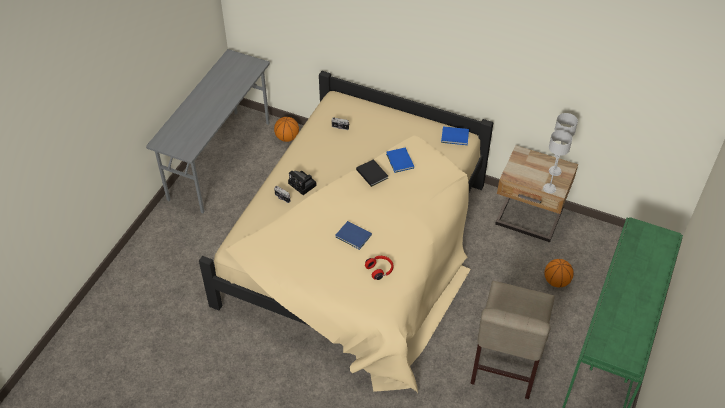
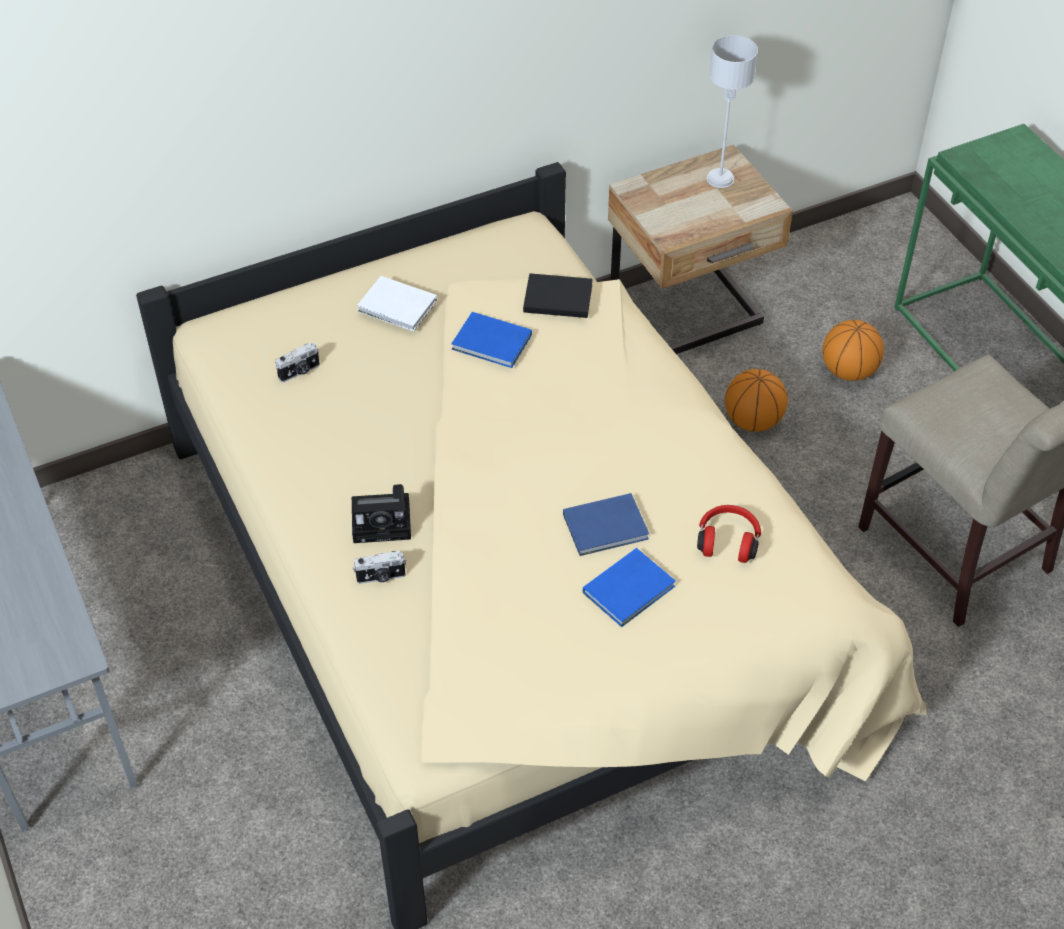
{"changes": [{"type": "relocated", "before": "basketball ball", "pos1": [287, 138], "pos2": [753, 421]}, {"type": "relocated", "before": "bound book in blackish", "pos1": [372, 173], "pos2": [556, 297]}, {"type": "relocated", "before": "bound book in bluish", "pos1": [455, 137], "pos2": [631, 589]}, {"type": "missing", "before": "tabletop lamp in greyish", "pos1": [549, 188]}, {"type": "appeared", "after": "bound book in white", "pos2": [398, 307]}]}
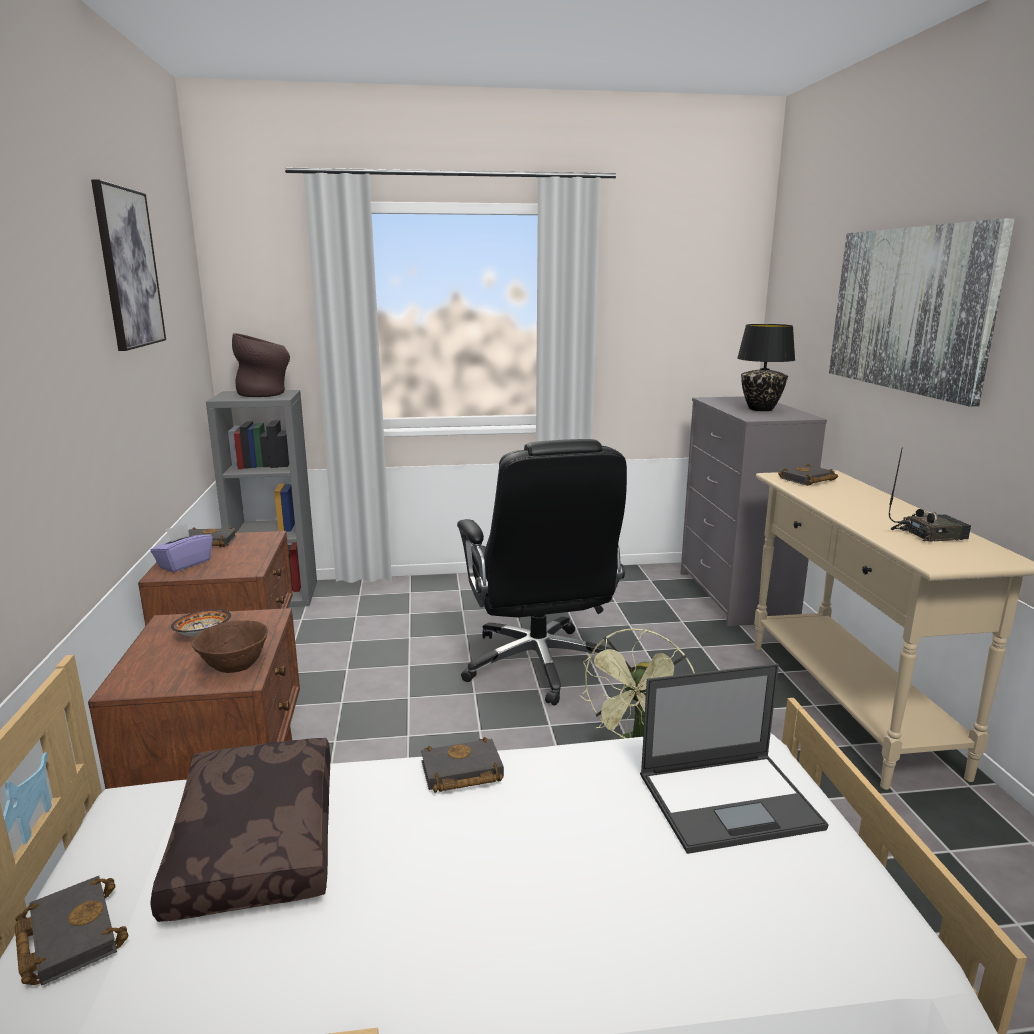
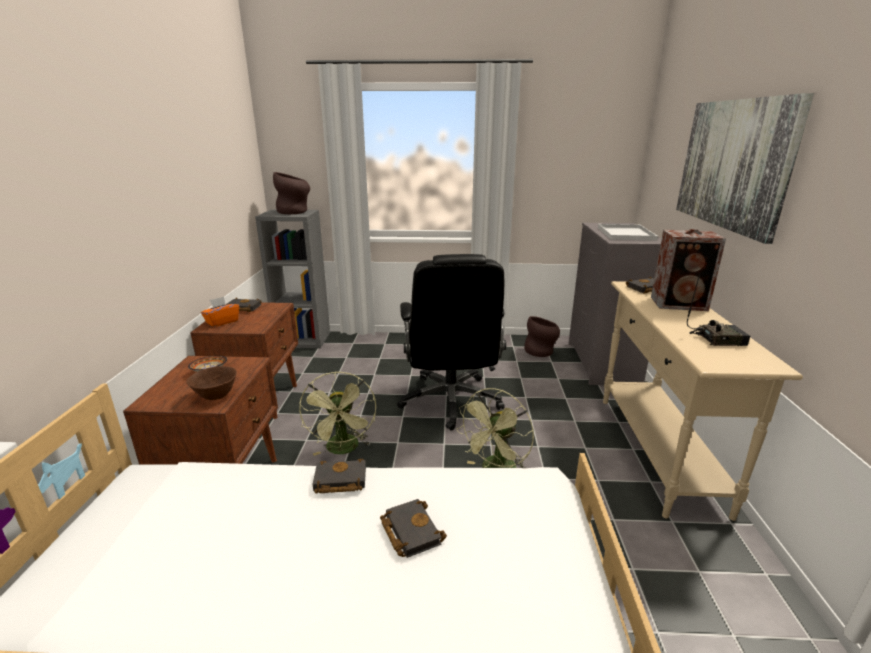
{"changes": [{"type": "relocated", "before": "bound book in blackish", "pos1": [67, 936], "pos2": [409, 531]}, {"type": "missing", "before": "picture", "pos1": [128, 268]}, {"type": "colour", "before": "tissue holder in purple-coloured", "after": "tissue holder in orangey", "pos1": [184, 564], "pos2": [222, 322]}, {"type": "missing", "before": "cushion in brownish", "pos1": [253, 841]}, {"type": "missing", "before": "laptop", "pos1": [730, 800]}, {"type": "exchanged", "before": "tabletop lamp in blackish", "after": "carrying tray in white", "pos1": [761, 409], "pos2": [626, 234]}, {"type": "appeared", "after": "cooling fan in green-coloured", "pos2": [344, 449]}, {"type": "appeared", "after": "decorative vase in brownish", "pos2": [541, 351]}, {"type": "appeared", "after": "loudspeaker", "pos2": [680, 304]}]}
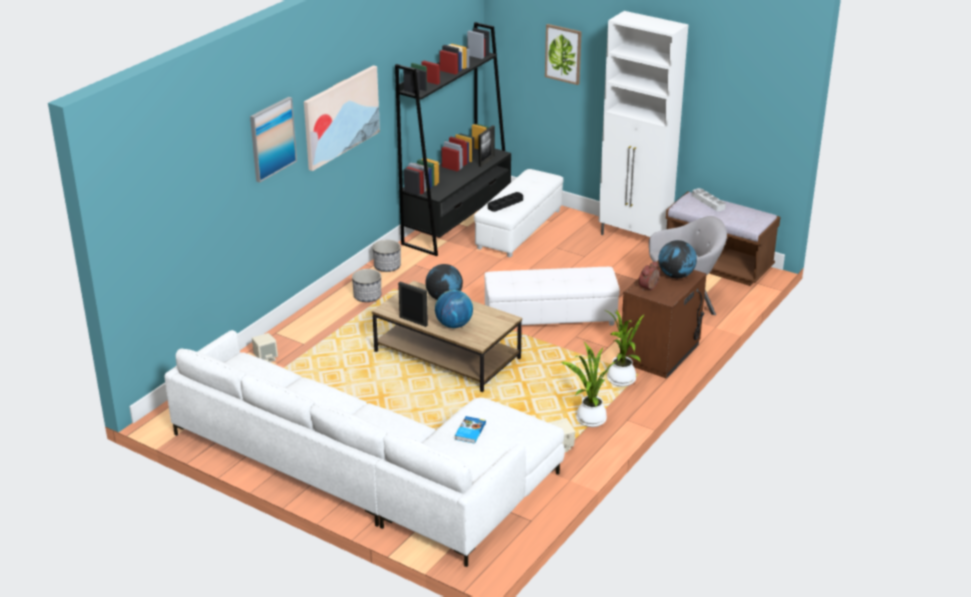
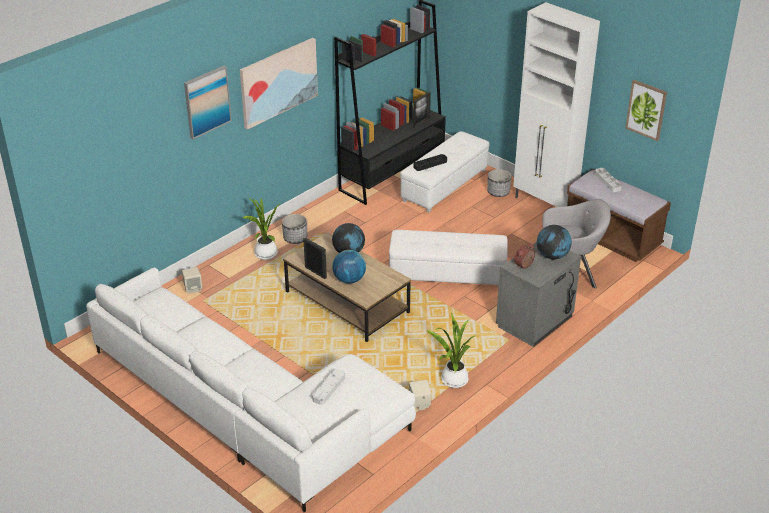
{"changes": [{"type": "relocated", "before": "plant pot", "pos1": [387, 267], "pos2": [498, 192]}, {"type": "exchanged", "before": "bound book", "after": "carrying tray in greyish", "pos1": [469, 431], "pos2": [329, 388]}, {"type": "relocated", "before": "picture", "pos1": [563, 54], "pos2": [646, 110]}, {"type": "relocated", "before": "houseplant", "pos1": [621, 381], "pos2": [265, 255]}, {"type": "colour", "before": "nightstand in brownish", "after": "nightstand in greyish", "pos1": [661, 354], "pos2": [535, 322]}]}
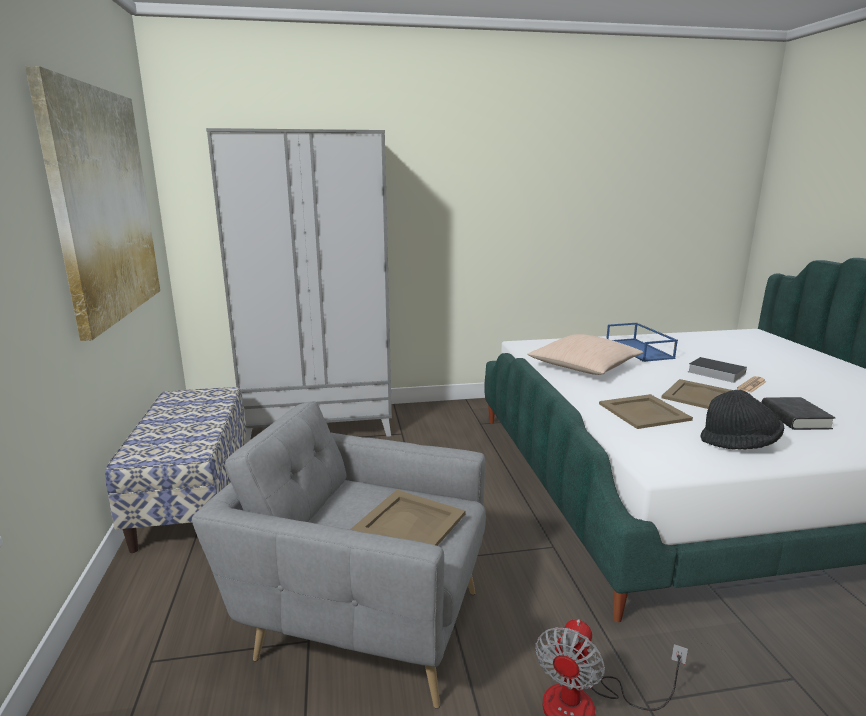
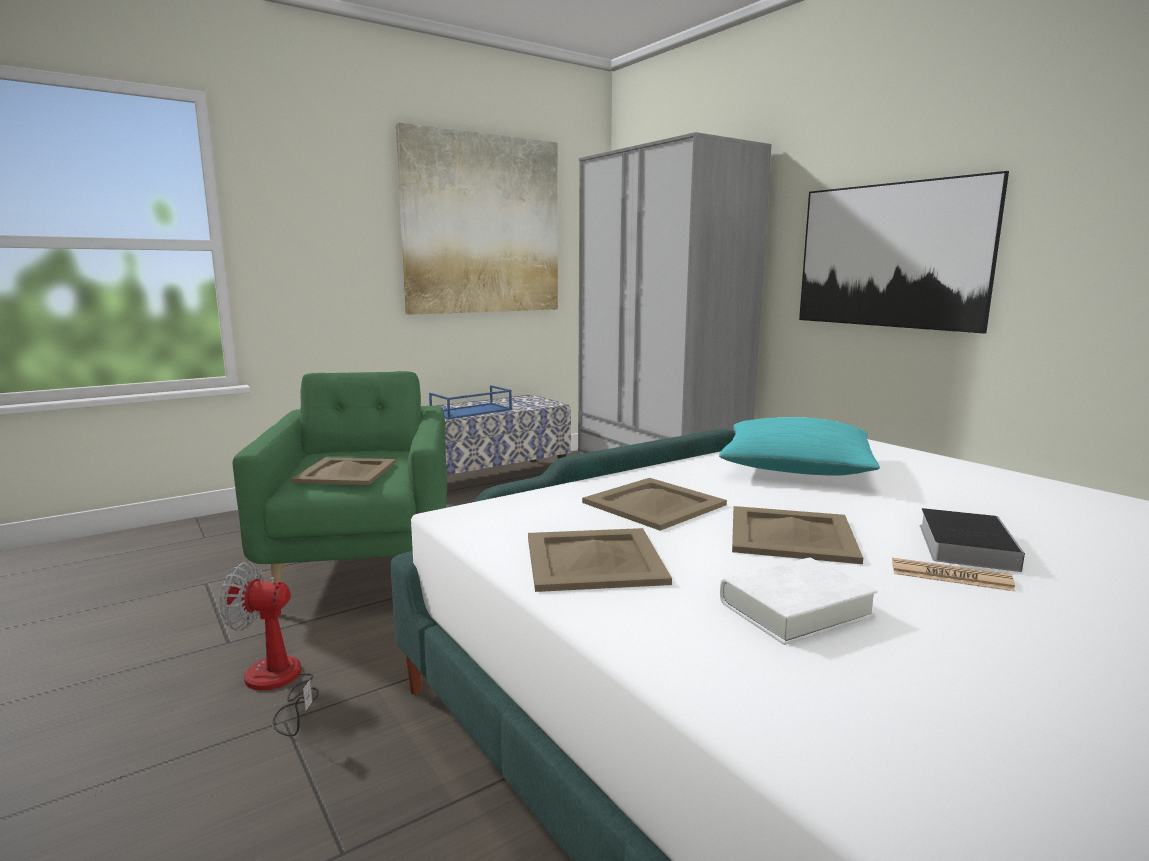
{"changes": [{"type": "colour", "before": "lounge chair in greyish", "after": "lounge chair in green-coloured", "pos1": [362, 620], "pos2": [365, 566]}, {"type": "colour", "before": "cushion in beige-coloured", "after": "cushion in blue-green", "pos1": [583, 367], "pos2": [795, 467]}, {"type": "relocated", "before": "carrying tray in bluish", "pos1": [640, 350], "pos2": [471, 411]}, {"type": "exchanged", "before": "clothing hat in blackish", "after": "carrying tray in beige-coloured", "pos1": [739, 444], "pos2": [595, 559]}, {"type": "colour", "before": "bound book in blackish", "after": "bound book in white", "pos1": [794, 418], "pos2": [795, 609]}, {"type": "appeared", "after": "picture", "pos2": [890, 255]}]}
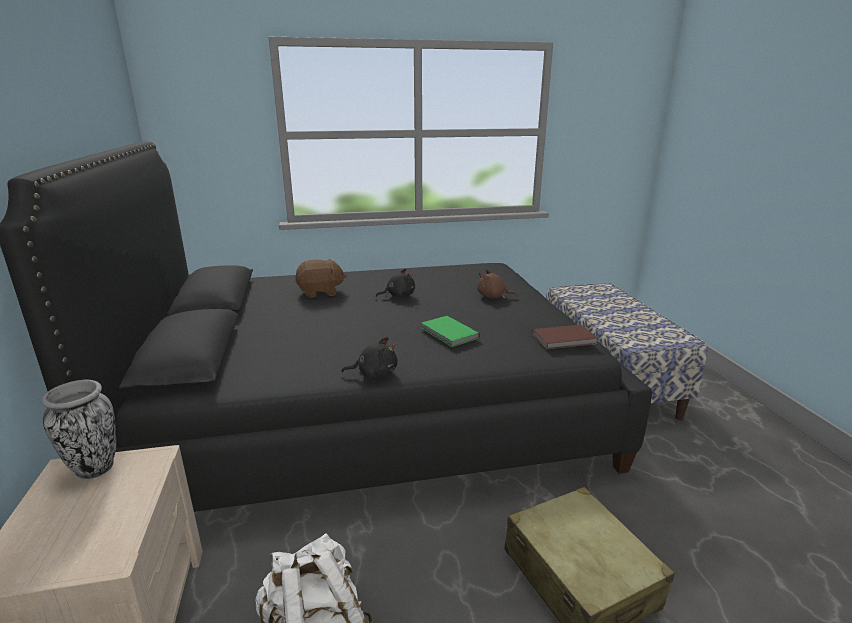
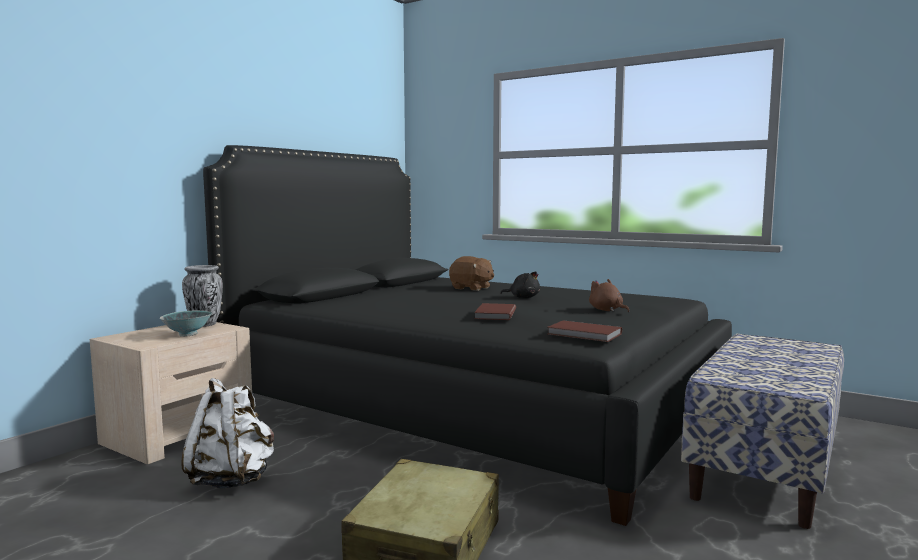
{"changes": [{"type": "missing", "before": "cuddly toy in blackish", "pos1": [374, 373]}, {"type": "colour", "before": "bound book in green-coloured", "after": "bound book in brownish", "pos1": [449, 333], "pos2": [494, 314]}, {"type": "appeared", "after": "deep dish", "pos2": [188, 334]}]}
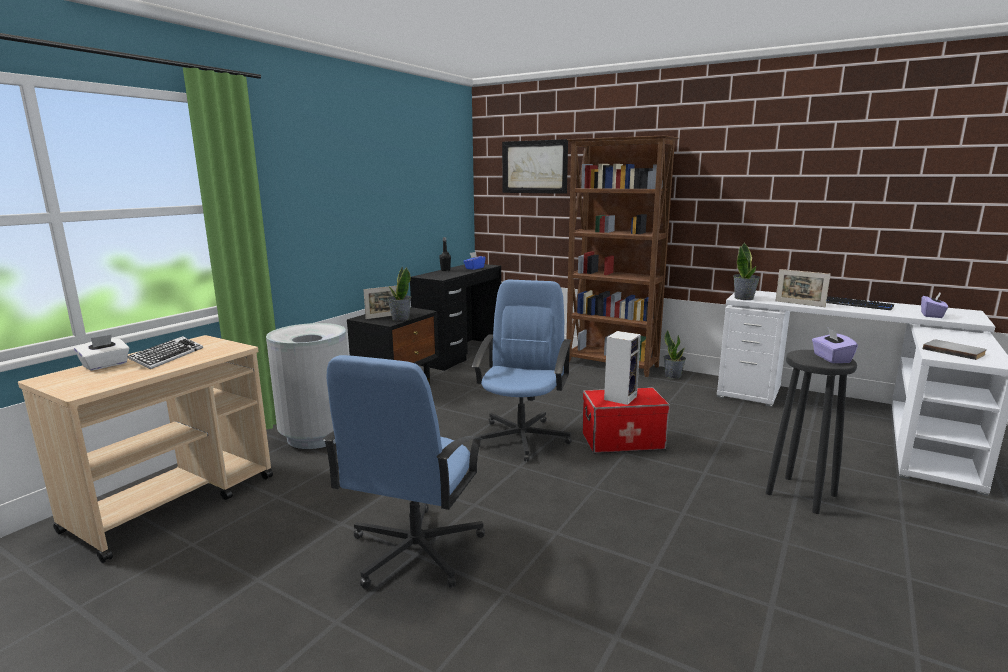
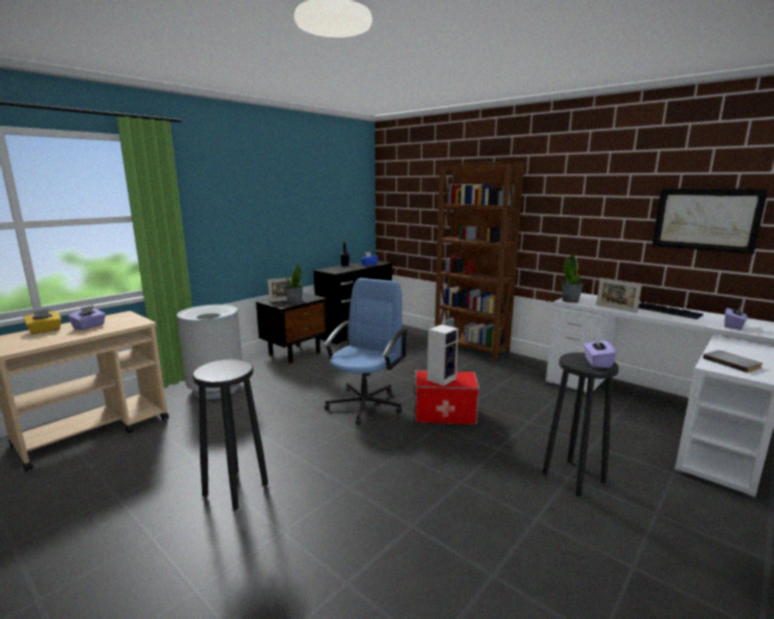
{"changes": [{"type": "colour", "before": "tissue holder in white", "after": "tissue holder in yellowish", "pos1": [106, 365], "pos2": [45, 330]}, {"type": "exchanged", "before": "computer keyboard", "after": "tissue holder in purple-coloured", "pos1": [167, 357], "pos2": [89, 326]}, {"type": "exchanged", "before": "desk chair in bluish", "after": "stool in blackish", "pos1": [414, 551], "pos2": [235, 489]}, {"type": "relocated", "before": "picture", "pos1": [534, 167], "pos2": [705, 219]}, {"type": "missing", "before": "houseplant", "pos1": [673, 376]}]}
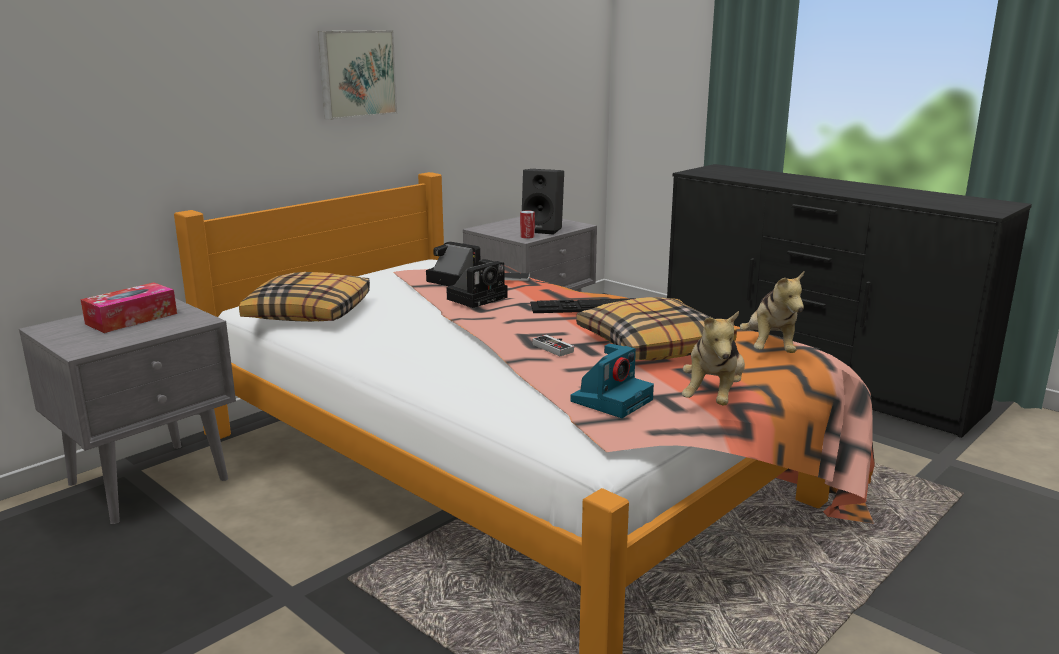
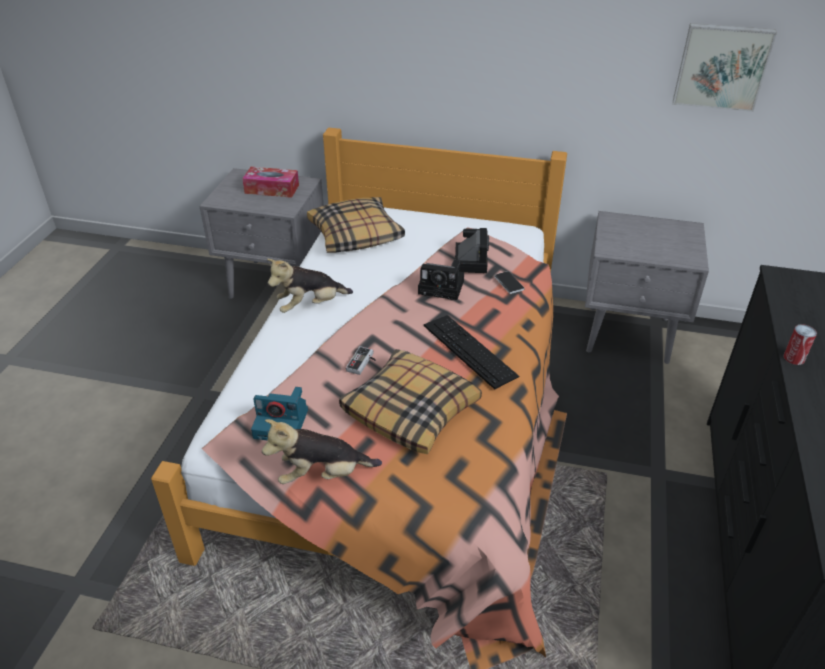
{"changes": [{"type": "relocated", "before": "picture", "pos1": [356, 73], "pos2": [721, 66]}, {"type": "relocated", "before": "metal can", "pos1": [527, 236], "pos2": [794, 358]}, {"type": "missing", "before": "loudspeaker in blackish", "pos1": [544, 229]}, {"type": "relocated", "before": "cuddly toy", "pos1": [769, 349], "pos2": [310, 305]}]}
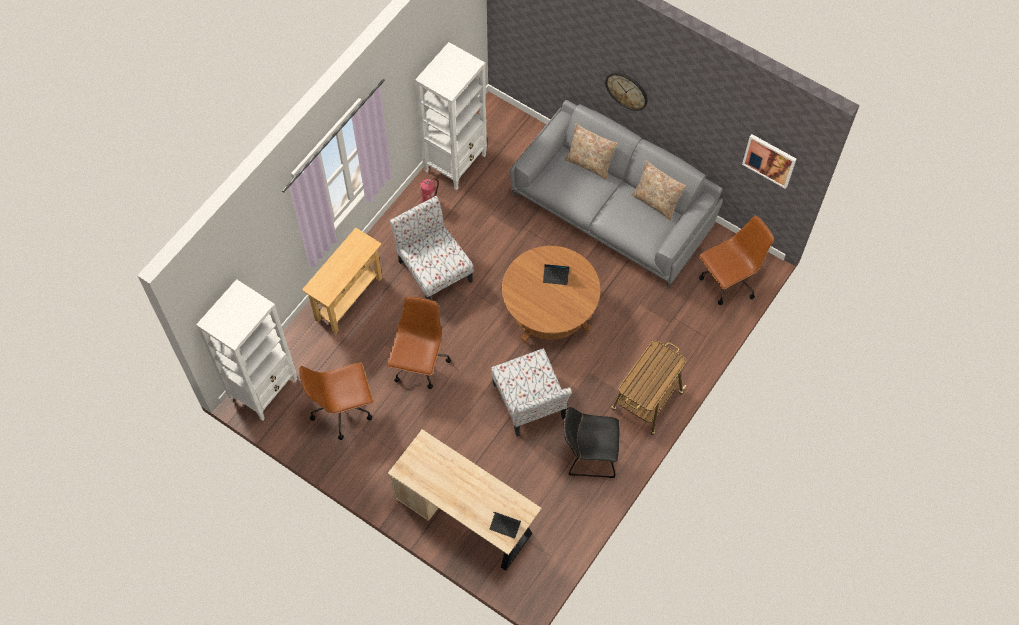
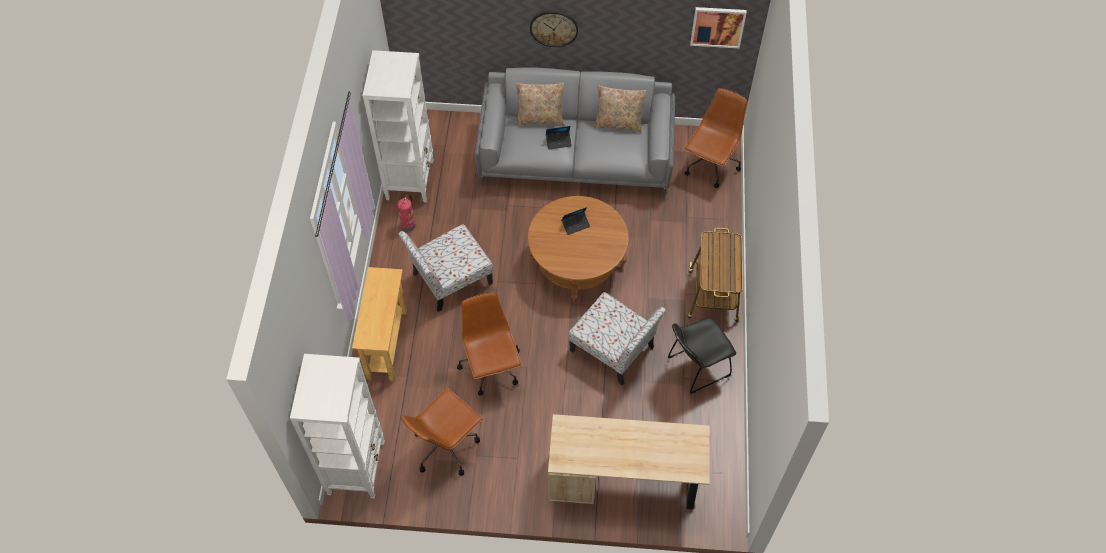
{"changes": [{"type": "spun", "before": "plain chair", "pos1": [433, 269], "pos2": [450, 279], "turn": -60}, {"type": "relocated", "before": "laptop", "pos1": [505, 526], "pos2": [558, 142]}]}
